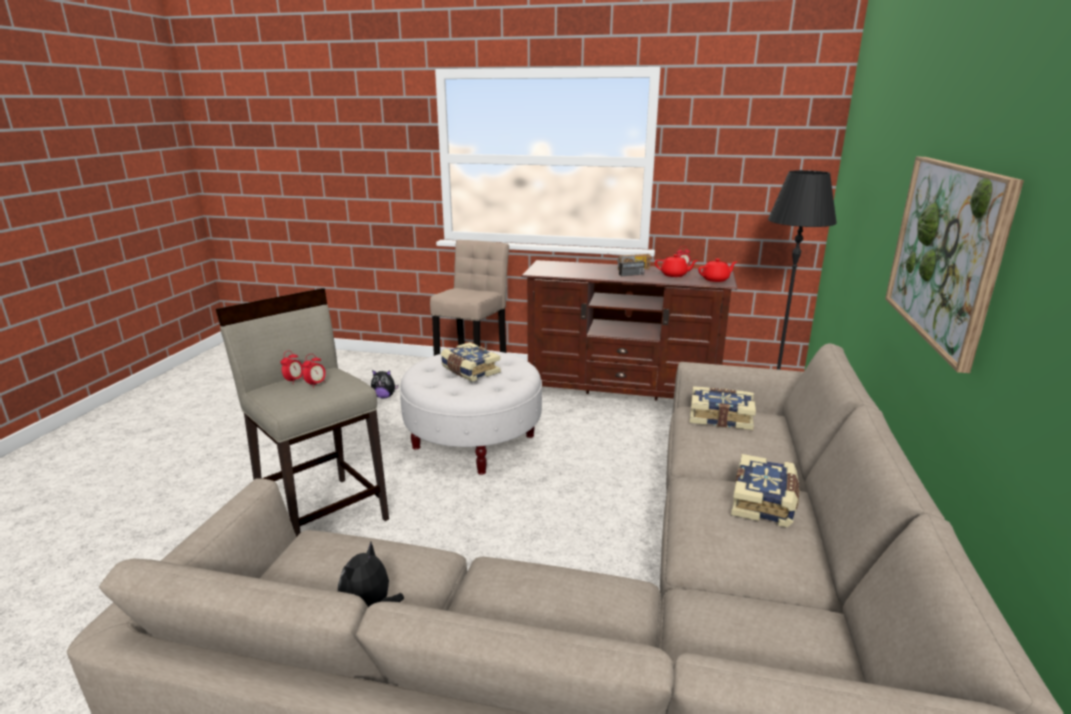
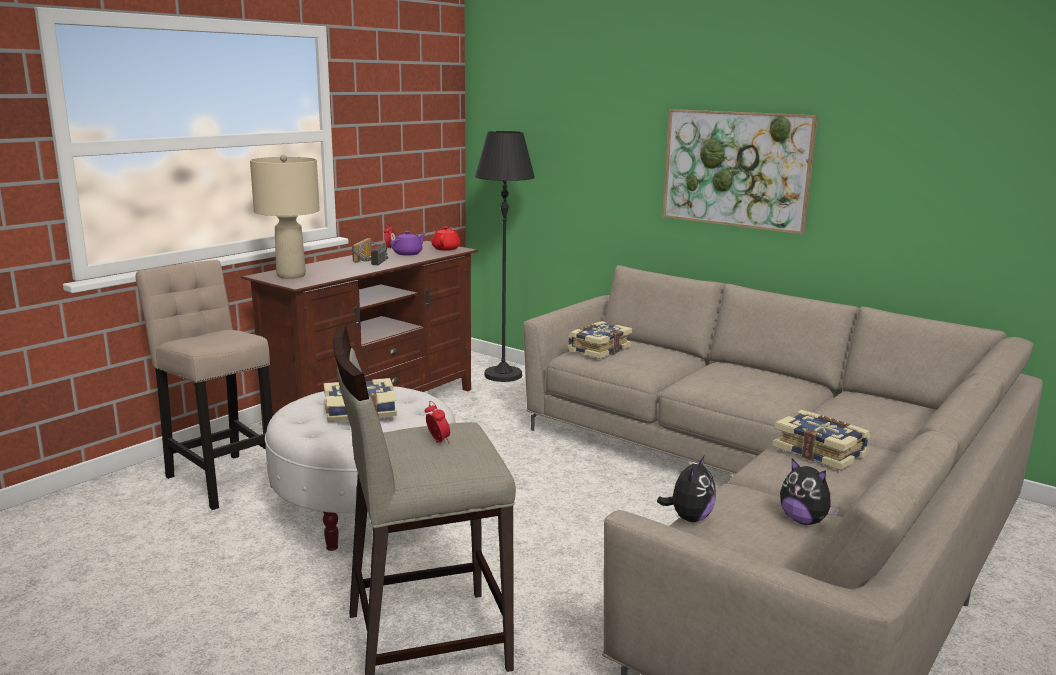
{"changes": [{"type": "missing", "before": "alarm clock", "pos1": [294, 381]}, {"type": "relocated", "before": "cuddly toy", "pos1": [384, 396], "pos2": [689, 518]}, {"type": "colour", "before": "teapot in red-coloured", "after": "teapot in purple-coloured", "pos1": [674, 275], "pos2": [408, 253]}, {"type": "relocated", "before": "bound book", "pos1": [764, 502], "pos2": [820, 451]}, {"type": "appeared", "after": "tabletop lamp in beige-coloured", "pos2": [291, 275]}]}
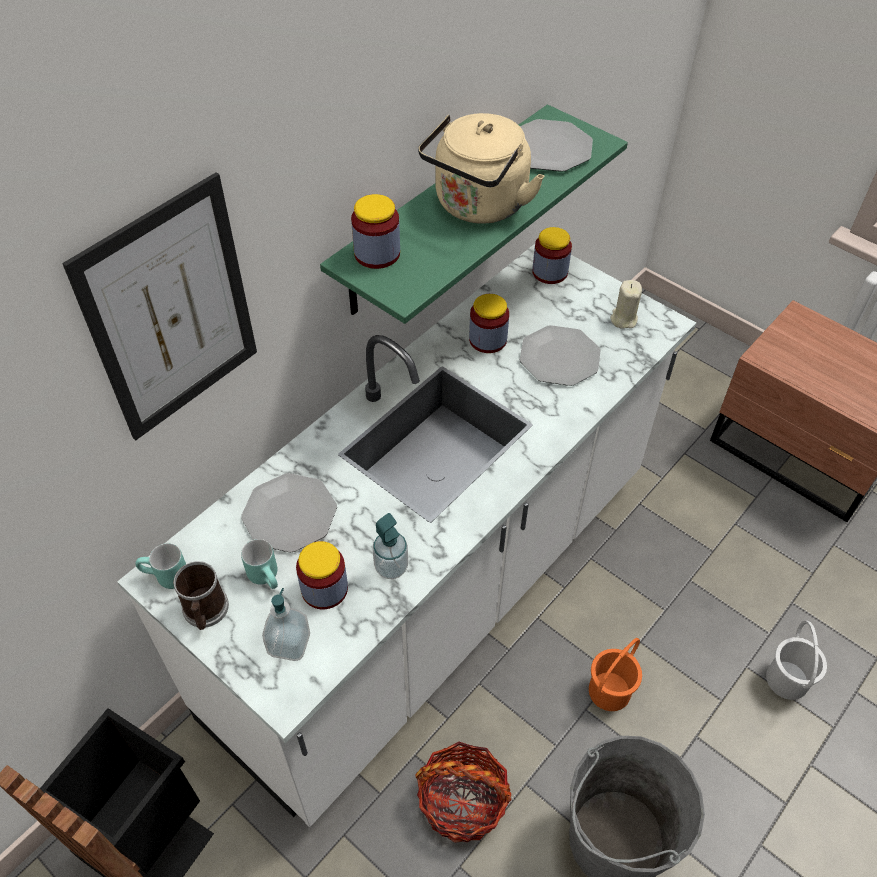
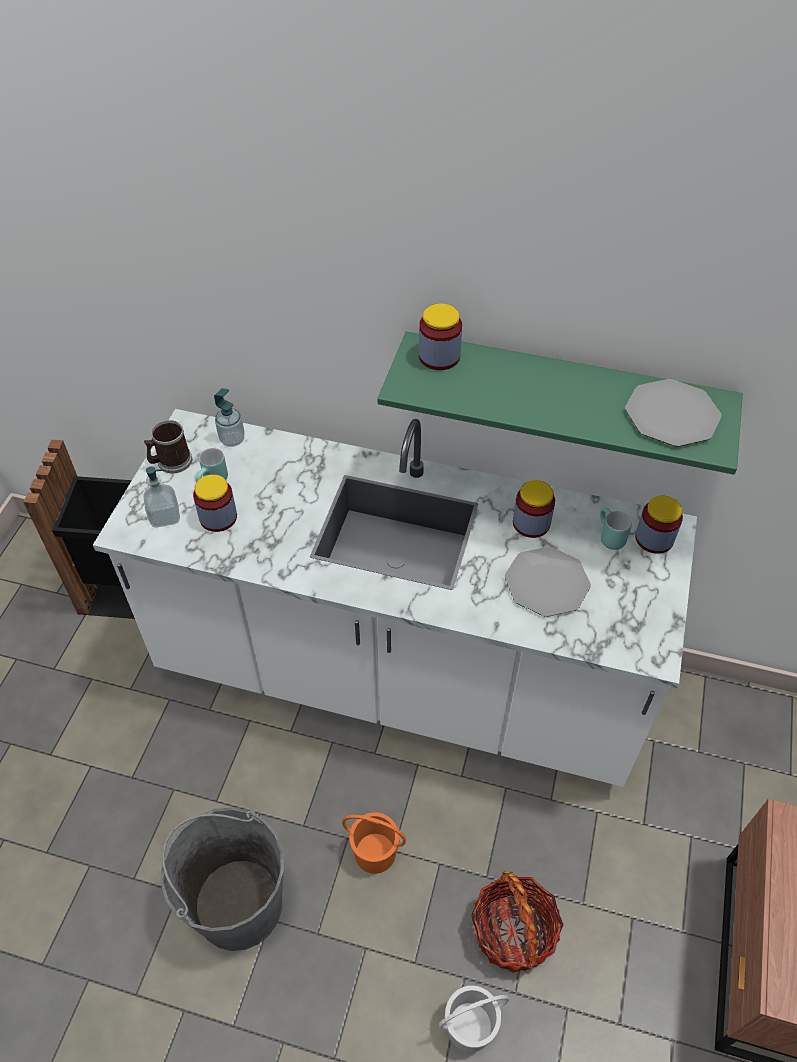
{"changes": [{"type": "missing", "before": "picture", "pos1": [171, 312]}, {"type": "relocated", "before": "coffee mug in blue-green", "pos1": [165, 578], "pos2": [608, 537]}, {"type": "missing", "before": "flat dish", "pos1": [289, 514]}, {"type": "relocated", "before": "liquid soap bottle", "pos1": [391, 567], "pos2": [232, 439]}, {"type": "relocated", "before": "household basket", "pos1": [462, 802], "pos2": [513, 932]}, {"type": "missing", "before": "tea kettle in beige-coloured", "pos1": [478, 206]}, {"type": "missing", "before": "candle in beige-coloured", "pos1": [623, 319]}]}
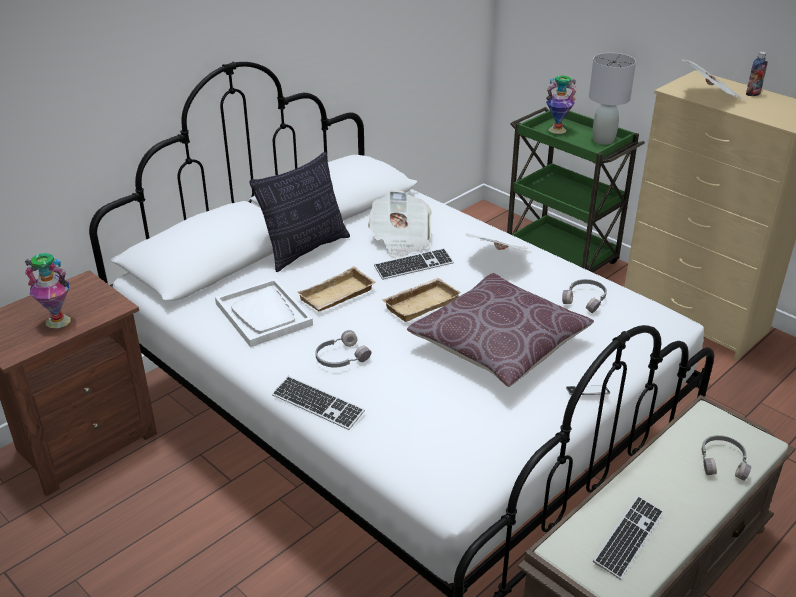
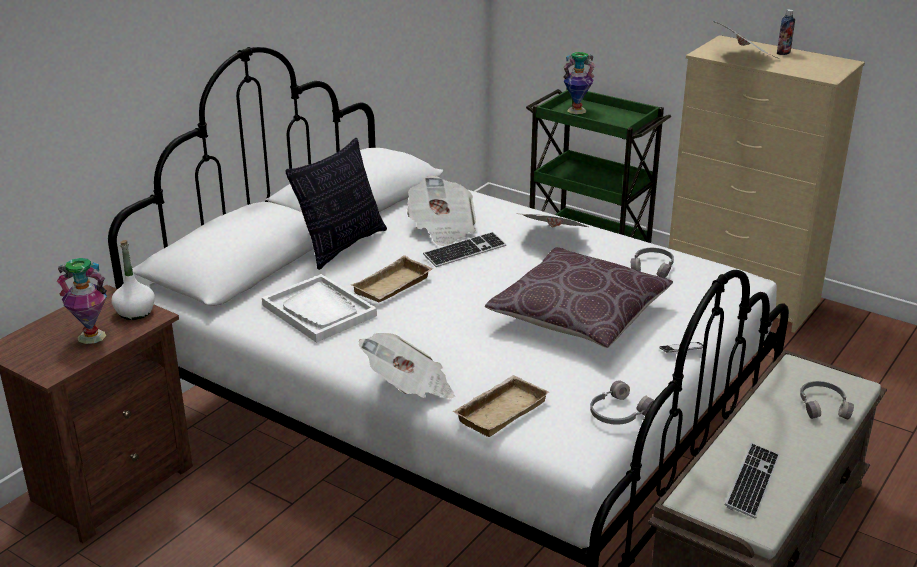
{"changes": [{"type": "exchanged", "before": "computer keyboard", "after": "daily paper", "pos1": [318, 404], "pos2": [409, 388]}, {"type": "relocated", "before": "pair of headphones in greyish", "pos1": [340, 357], "pos2": [617, 413]}, {"type": "relocated", "before": "carrying tray in beige-coloured", "pos1": [421, 303], "pos2": [500, 410]}, {"type": "missing", "before": "tabletop lamp in greyish", "pos1": [603, 140]}, {"type": "appeared", "after": "drink bottle in white", "pos2": [135, 312]}]}
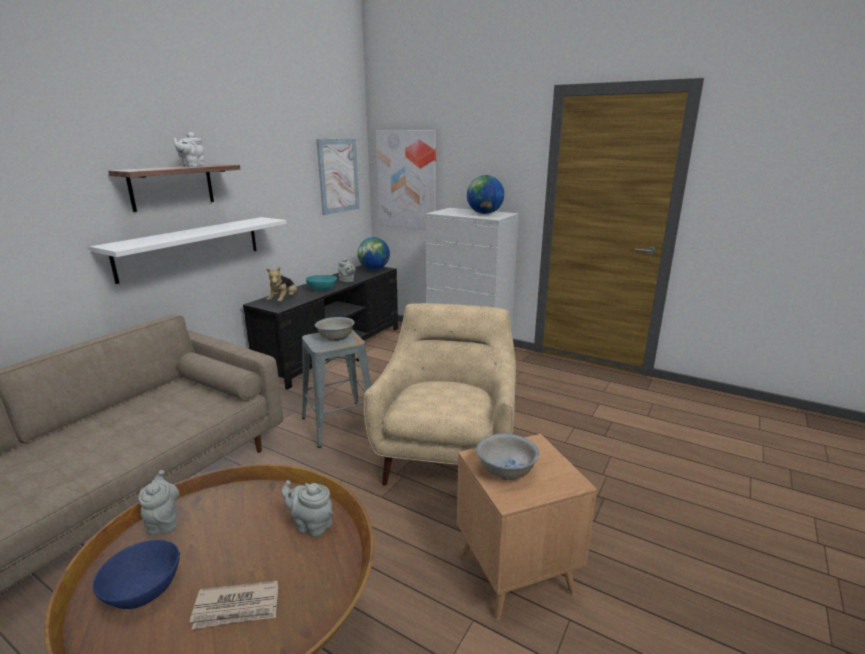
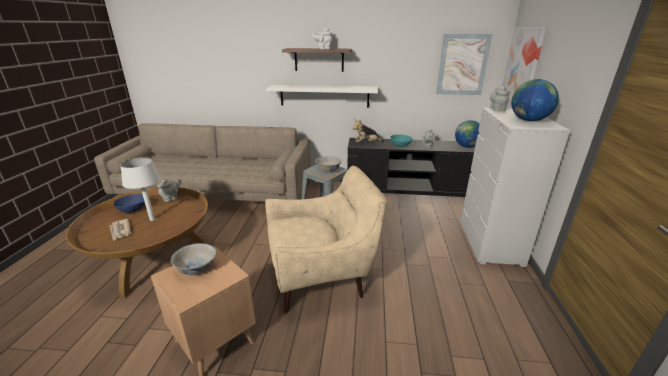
{"changes": [{"type": "relocated", "before": "teapot in greyish", "pos1": [311, 525], "pos2": [496, 109]}, {"type": "appeared", "after": "tabletop lamp in white", "pos2": [152, 219]}]}
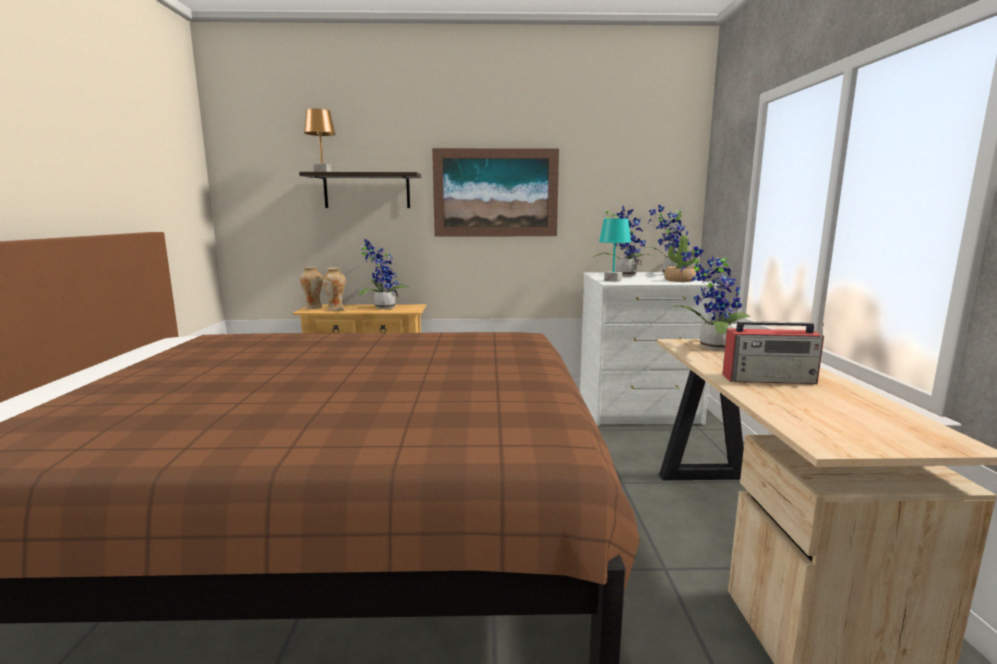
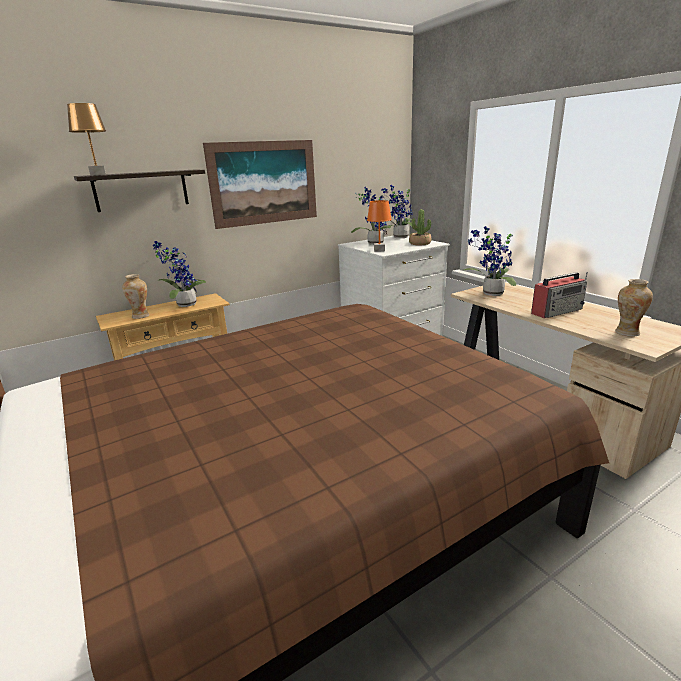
{"changes": [{"type": "relocated", "before": "decorative vase", "pos1": [313, 307], "pos2": [627, 332]}, {"type": "colour", "before": "tabletop lamp in blue-green", "after": "tabletop lamp in orangey", "pos1": [613, 280], "pos2": [379, 250]}]}
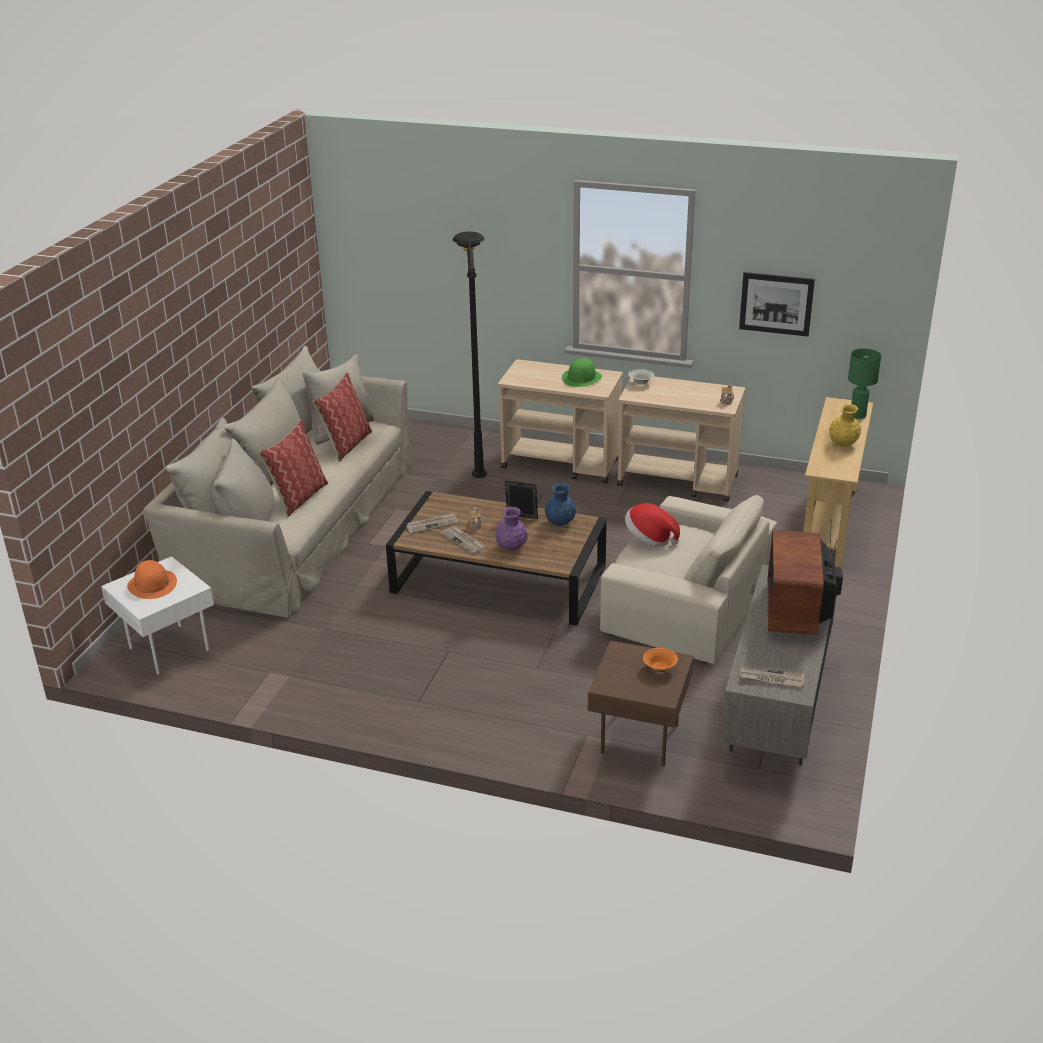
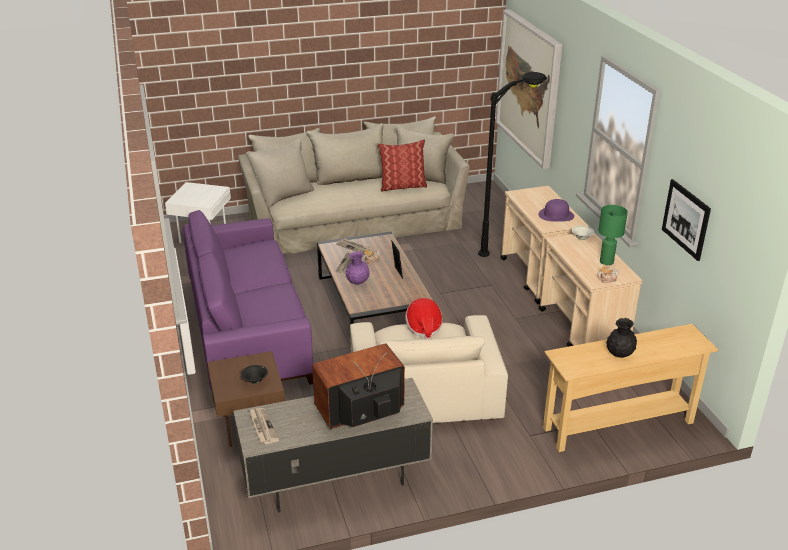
{"changes": [{"type": "missing", "before": "clothing hat in orangey", "pos1": [152, 584]}, {"type": "missing", "before": "cushion", "pos1": [298, 498]}, {"type": "missing", "before": "decorative vase in bluish", "pos1": [560, 523]}, {"type": "colour", "before": "clothing hat in green-coloured", "after": "clothing hat in purple-coloured", "pos1": [581, 378], "pos2": [556, 215]}, {"type": "colour", "before": "deep dish in orangey", "after": "deep dish in blackish", "pos1": [660, 669], "pos2": [255, 381]}, {"type": "colour", "before": "decorative vase in yellowish", "after": "decorative vase in blackish", "pos1": [843, 444], "pos2": [619, 354]}, {"type": "relocated", "before": "tabletop lamp in green-coloured", "pos1": [857, 415], "pos2": [606, 261]}, {"type": "appeared", "after": "settee in purple-coloured", "pos2": [248, 329]}, {"type": "appeared", "after": "picture", "pos2": [529, 87]}]}
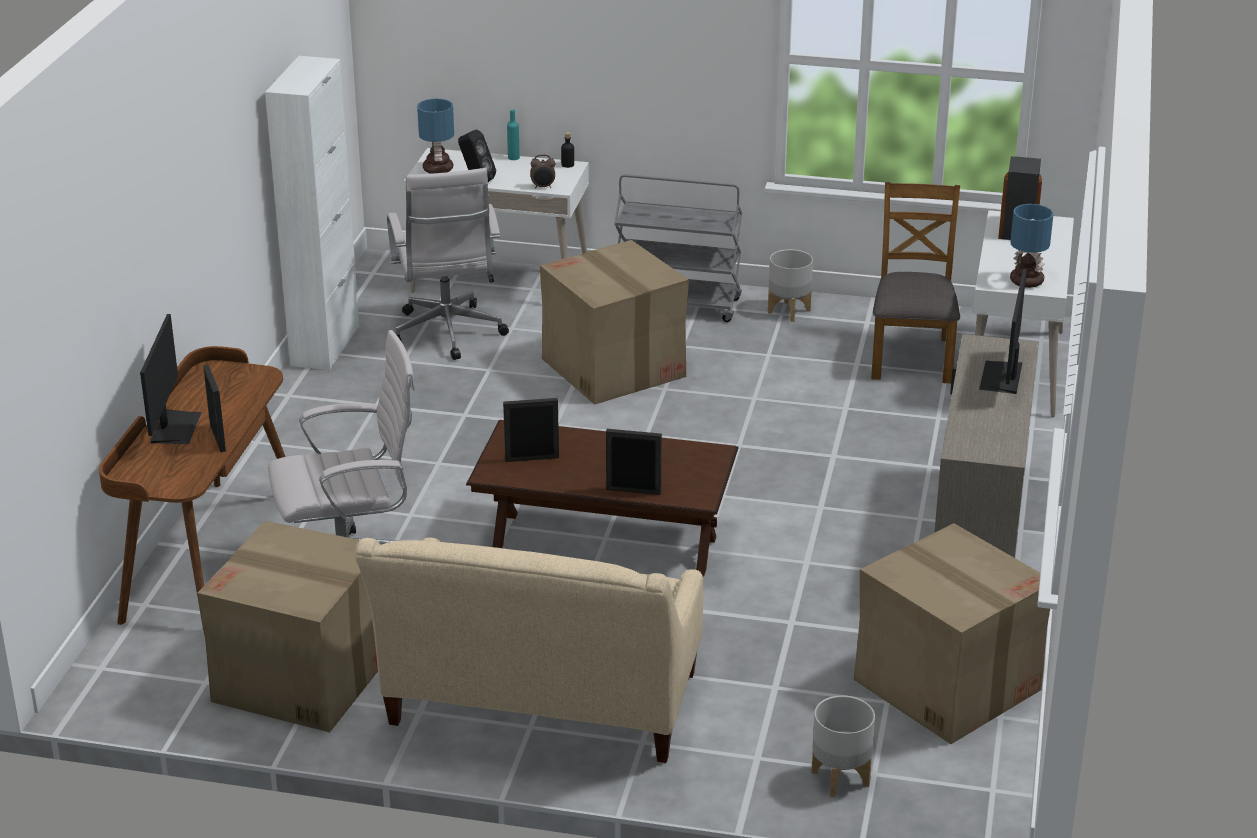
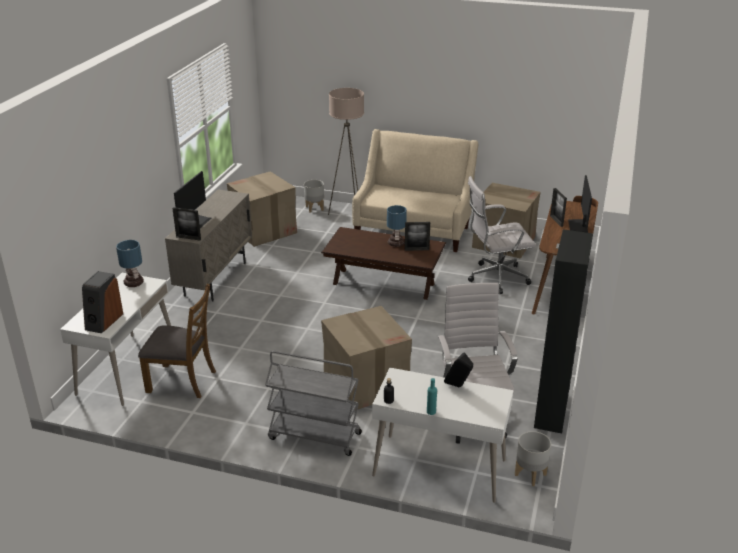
{"changes": [{"type": "colour", "before": "storage cabinet in white", "after": "storage cabinet in blackish", "pos1": [325, 346], "pos2": [551, 411]}, {"type": "relocated", "before": "tabletop lamp", "pos1": [438, 169], "pos2": [395, 243]}, {"type": "missing", "before": "alarm clock", "pos1": [543, 187]}, {"type": "relocated", "before": "photo frame", "pos1": [633, 491], "pos2": [188, 238]}, {"type": "relocated", "before": "plant pot in greyish", "pos1": [789, 311], "pos2": [530, 475]}, {"type": "spun", "before": "plain chair in brownish", "pos1": [911, 357], "pos2": [182, 381], "turn": -90}, {"type": "appeared", "after": "standing lamp in beige-coloured", "pos2": [348, 212]}]}
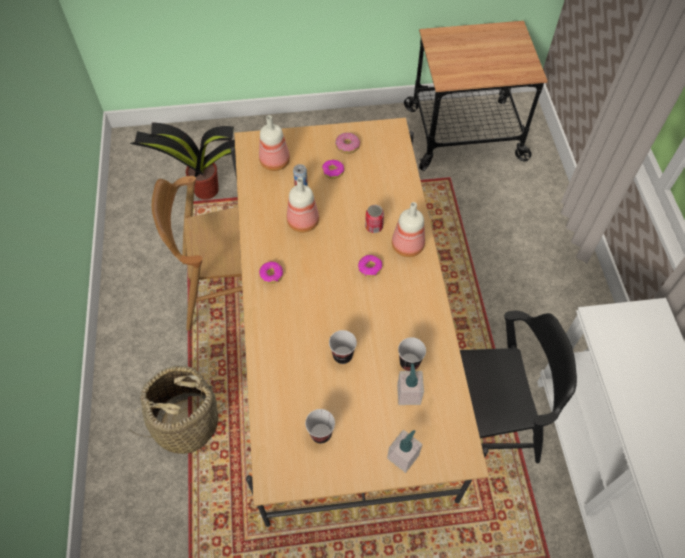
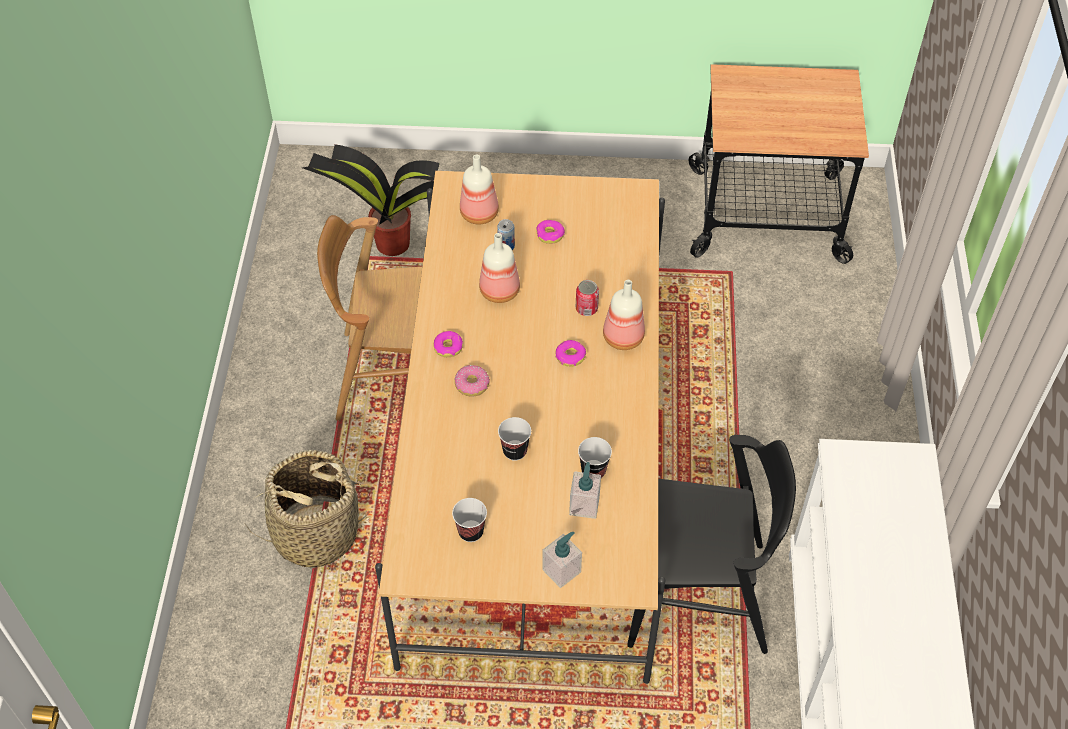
{"changes": [{"type": "relocated", "before": "donut", "pos1": [347, 146], "pos2": [472, 385]}]}
